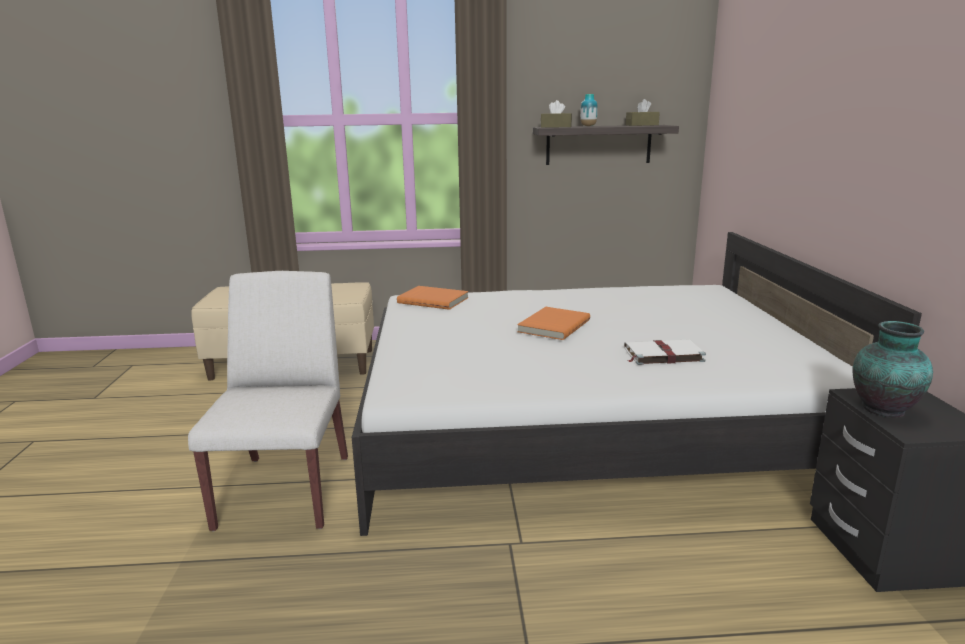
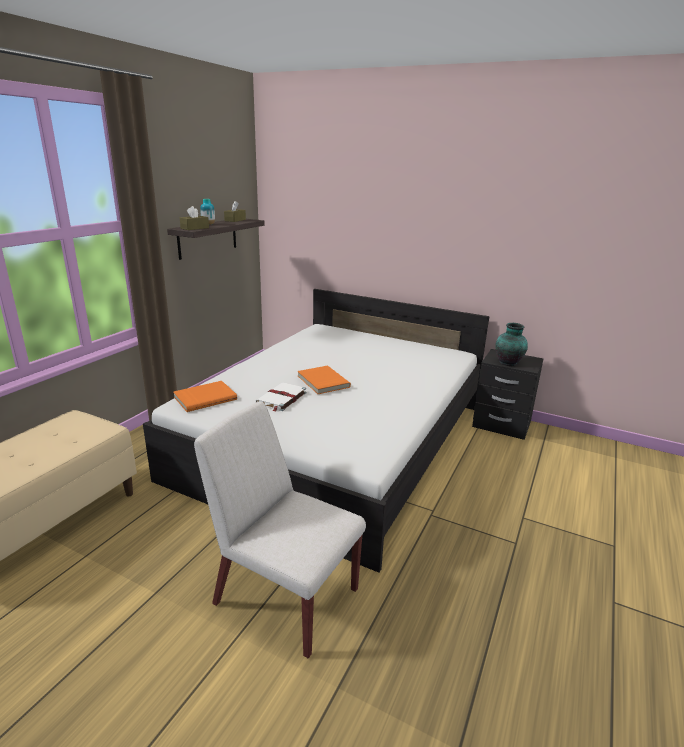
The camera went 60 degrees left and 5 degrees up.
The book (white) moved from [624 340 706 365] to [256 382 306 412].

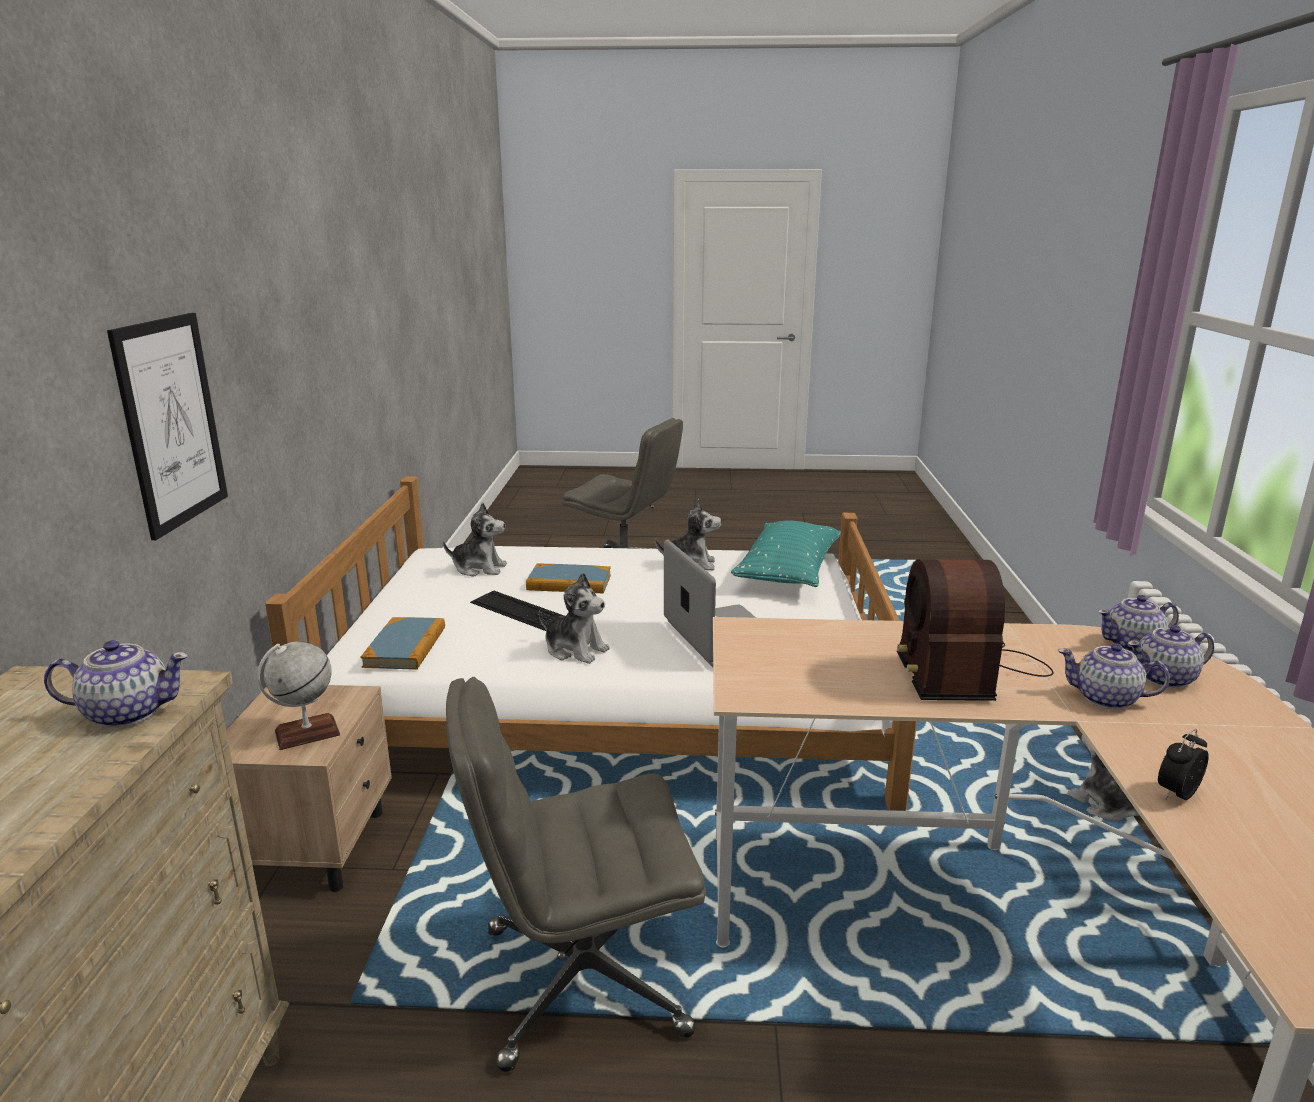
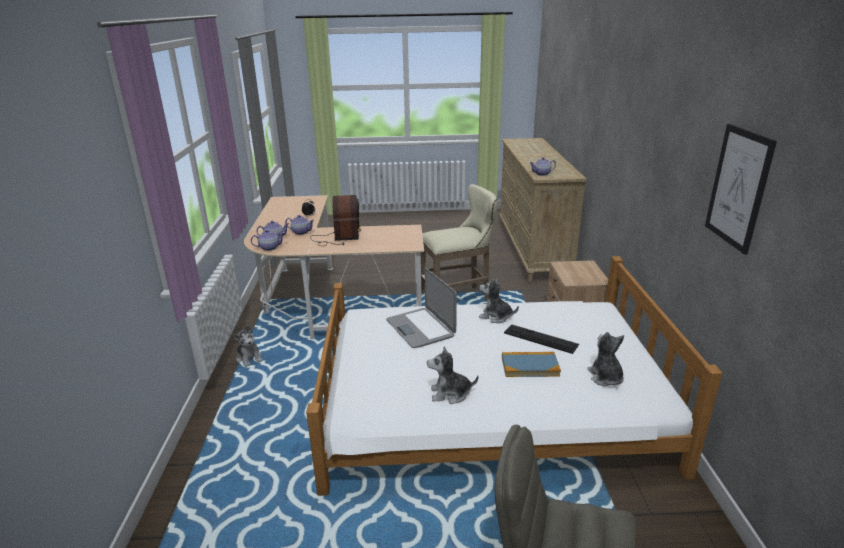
The camera went 175 degrees right and 5 degrees up.
The globe at [257 641 340 750] disappeared.
The book at [361 617 445 670] disappeared.
The pillow (turquoise) at [731 520 841 587] disappeared.
The picture moved from [107 313 228 540] to [705 124 777 255].
The office chair (grey) at [446 677 706 1072] was replaced by the stool (beige) at [421 184 498 301].
The plush toy at [443 502 507 577] turned 75 degrees clockwise.

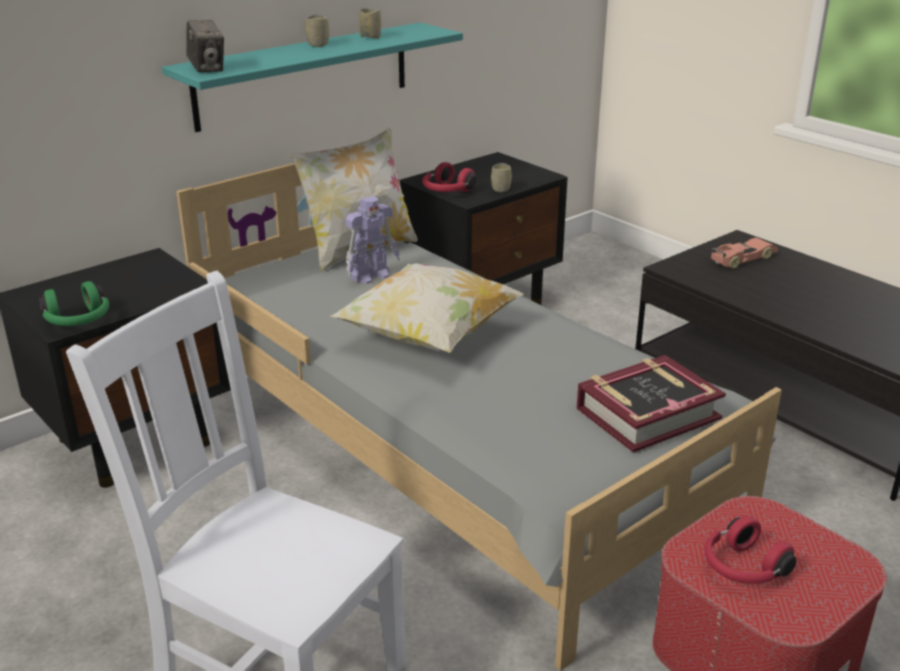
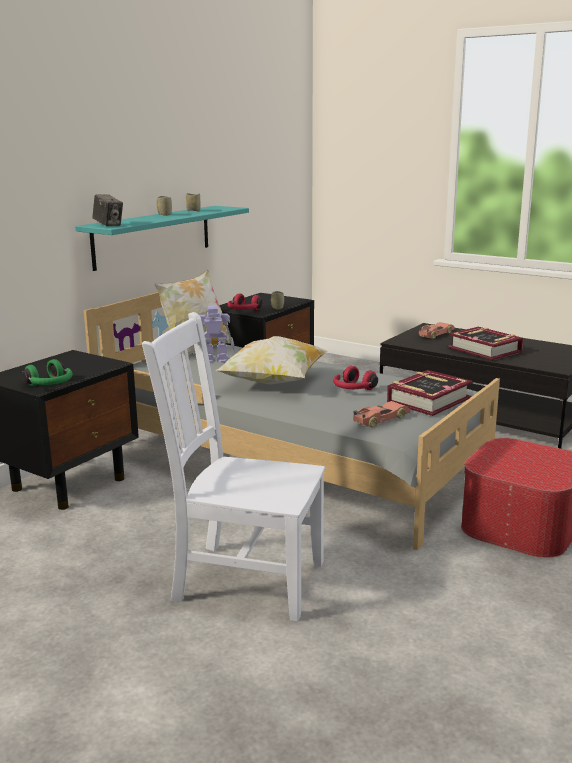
The camera went 15 degrees left and 10 degrees down.
The toy car at [353 401 411 428] appeared.
The book at [448 327 523 360] appeared.
The headphones (red) moved from [705 516 797 584] to [333 366 378 390].
The toy robot at [346 196 400 284] turned 135 degrees counterclockwise.

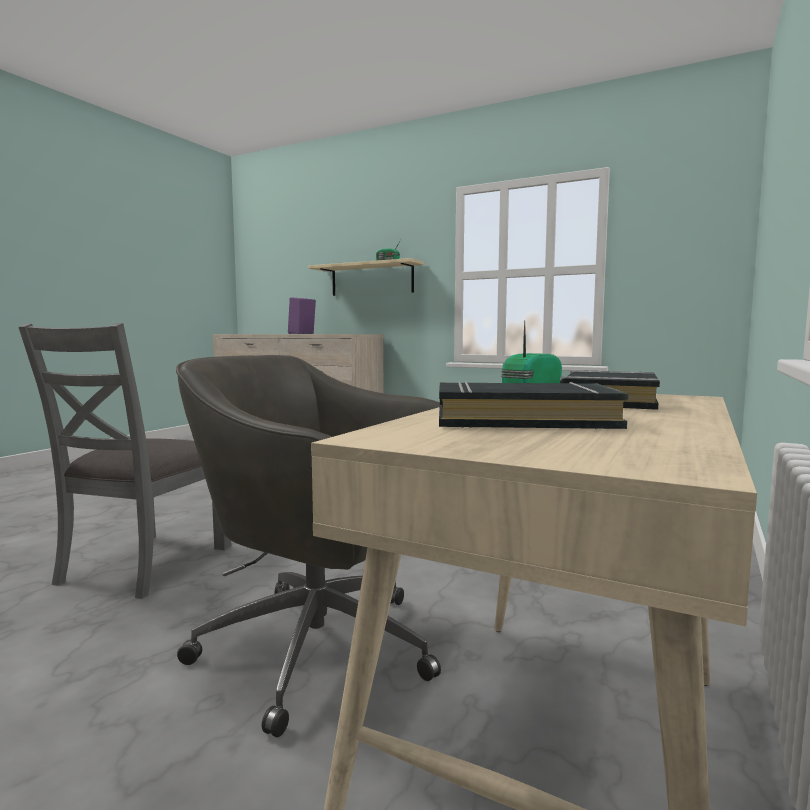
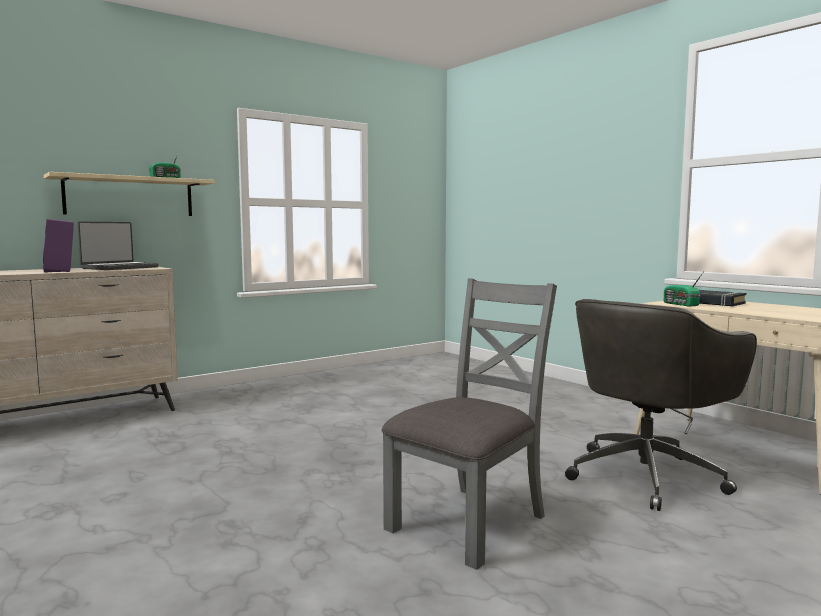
The camera went 65 degrees left and 0 degrees up.
The book (black) at [439 381 629 429] disappeared.
The laptop at [77 221 159 270] appeared.
The chair (grey) at [19 323 231 599] turned 90 degrees counterclockwise.

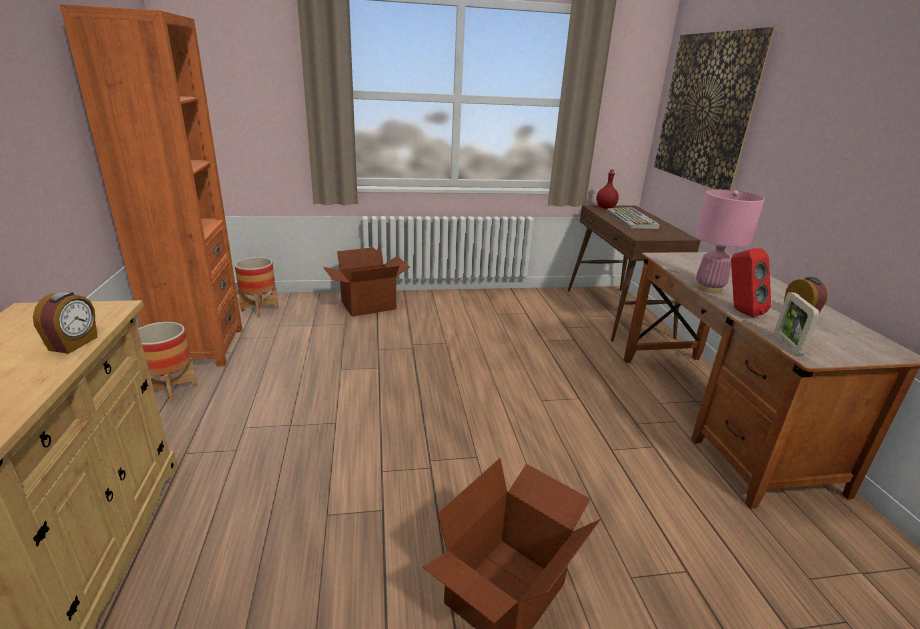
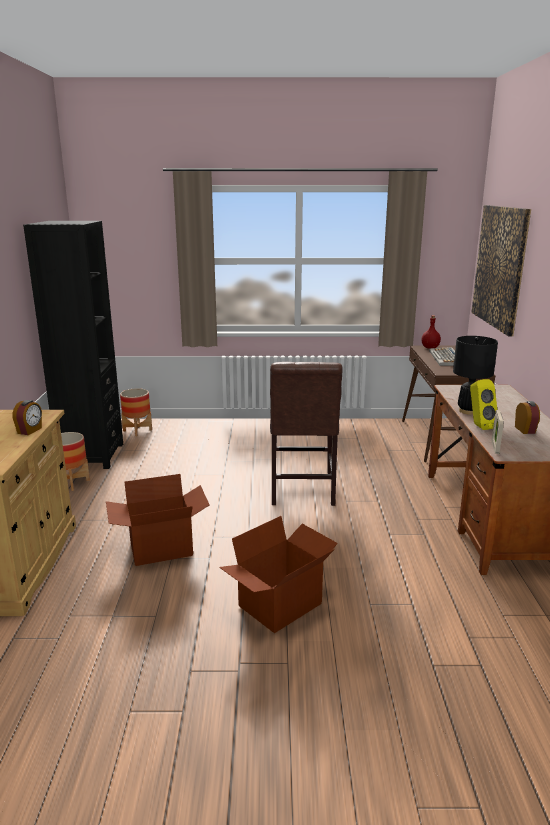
The camera went 10 degrees right and 5 degrees down.
The chair (brown) at [270 362 343 506] appeared.
The cardboard box moved from [323 247 410 317] to [106 474 209 566].
The bookcase (orange) at [60 4 242 367] became the bookcase (black) at [23 221 123 469].
The table lamp (pink) at [696 189 765 293] became the table lamp (black) at [453 336 498 415].
The speaker (red) at [731 248 771 317] became the speaker (yellow) at [470 379 497 430].

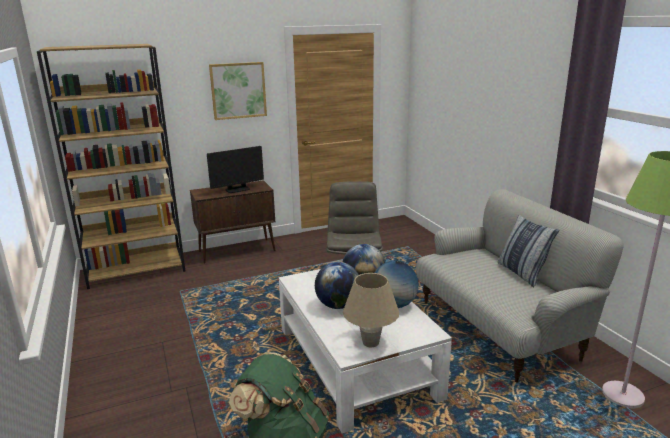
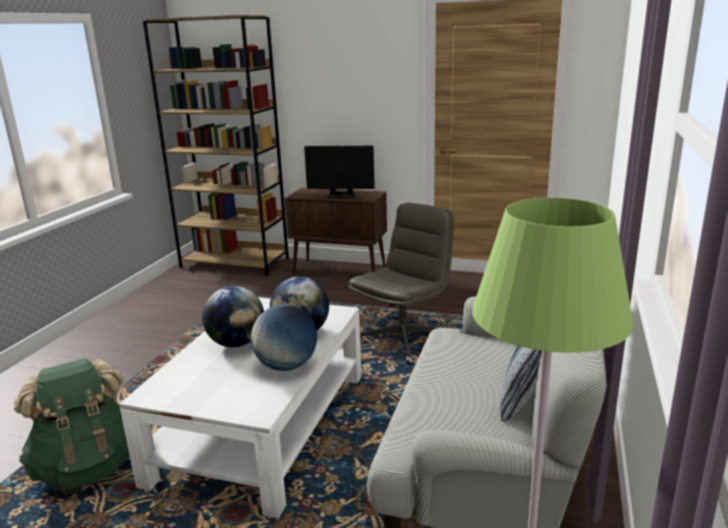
The camera went 40 degrees right and 0 degrees up.
The picture at [209 62 267 120] disappeared.
The table lamp (beige) at [343 273 399 347] disappeared.

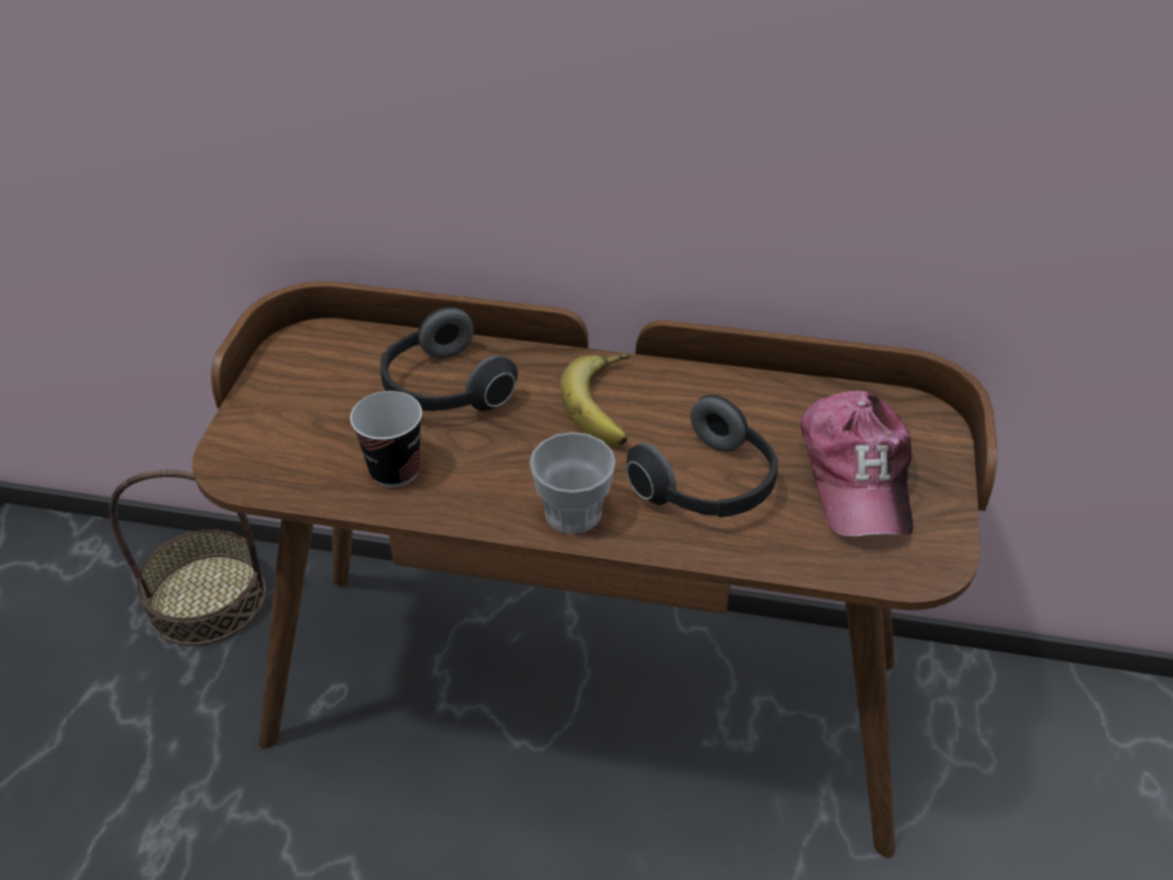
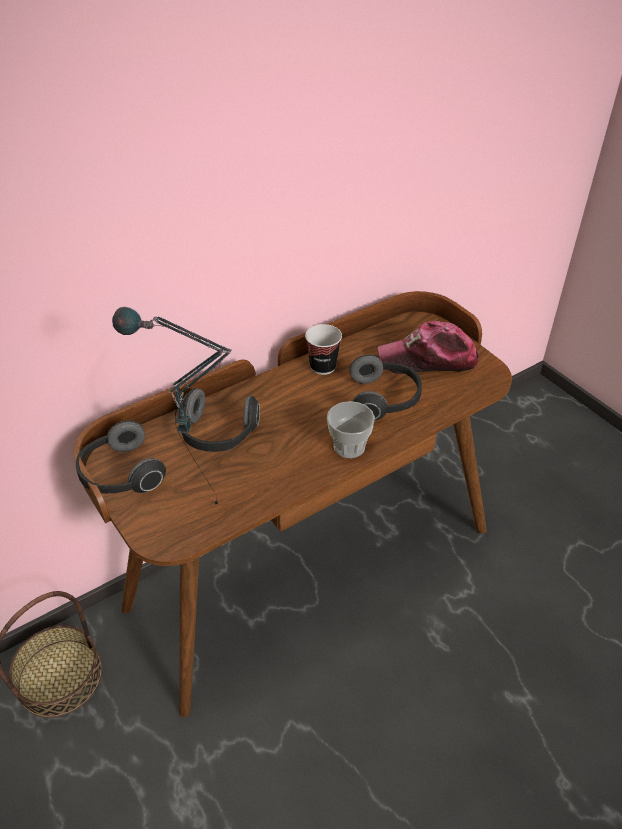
The camera went 45 degrees left and 0 degrees up.
The banana at [560 354 630 446] disappeared.
The headphones at [76 420 166 494] appeared.
The table lamp at [112 307 232 505] appeared.
The cup moved from [350 391 422 487] to [305 324 342 375].
The cap at [800 391 913 536] turned 135 degrees clockwise.

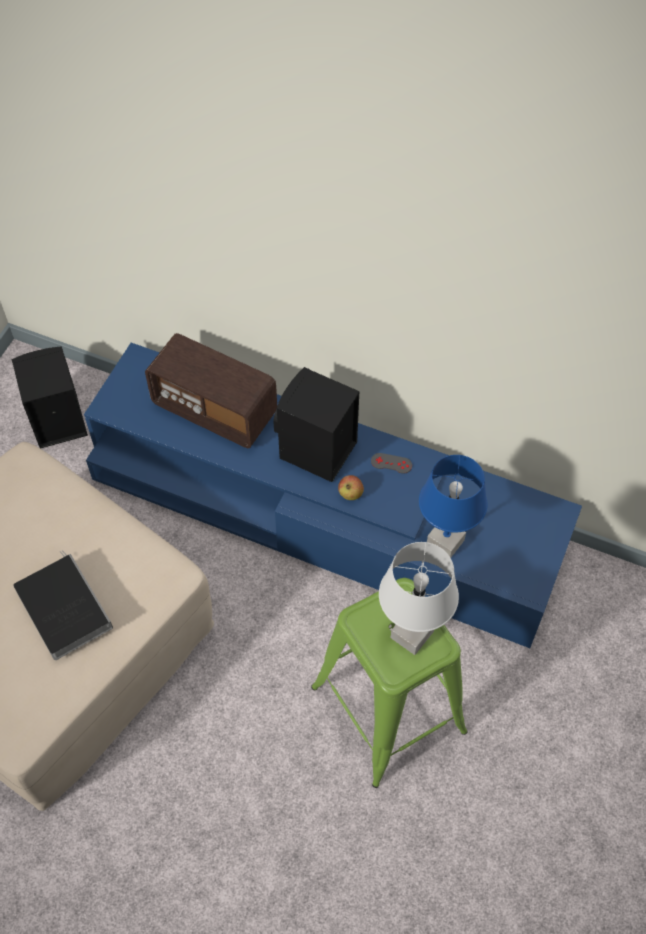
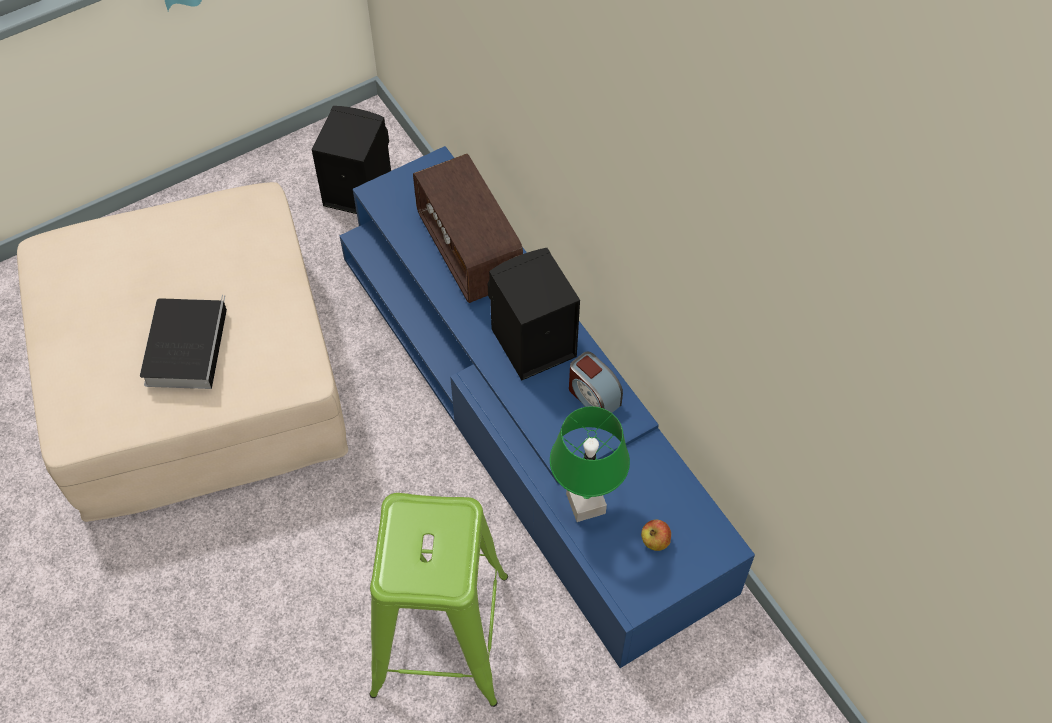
The camera went 35 degrees right and 0 degrees up.
The table lamp (white) at [379 542 459 655] disappeared.
The apple moved from [338 475 364 500] to [641 520 671 551].
The game controller (grey) at [371 453 412 474] was replaced by the alarm clock at [569 352 623 413].
The table lamp (blue) at [419 455 488 558] became the table lamp (green) at [550 406 630 522].

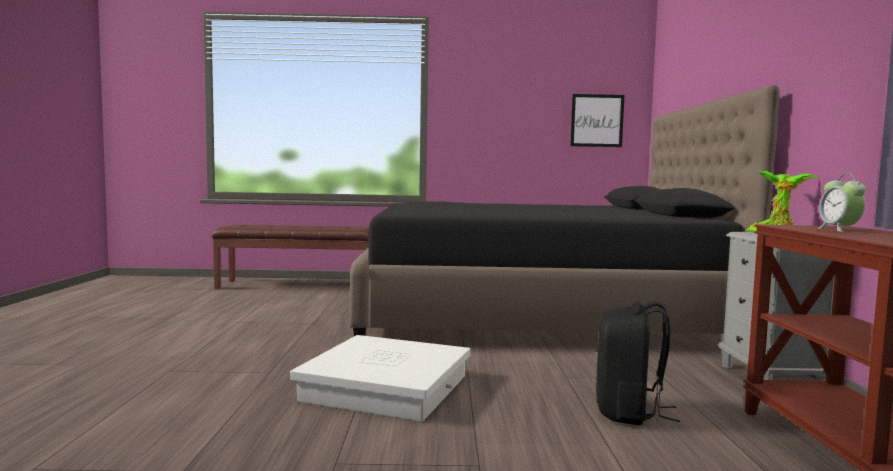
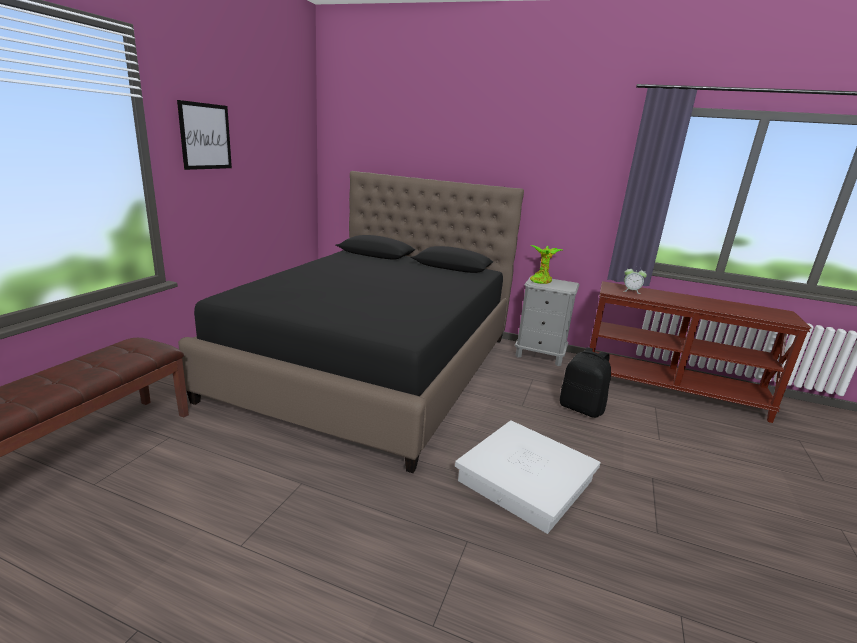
The camera went 70 degrees left and 15 degrees up.
The picture moved from [570 94 624 147] to [177 100 232 170].

